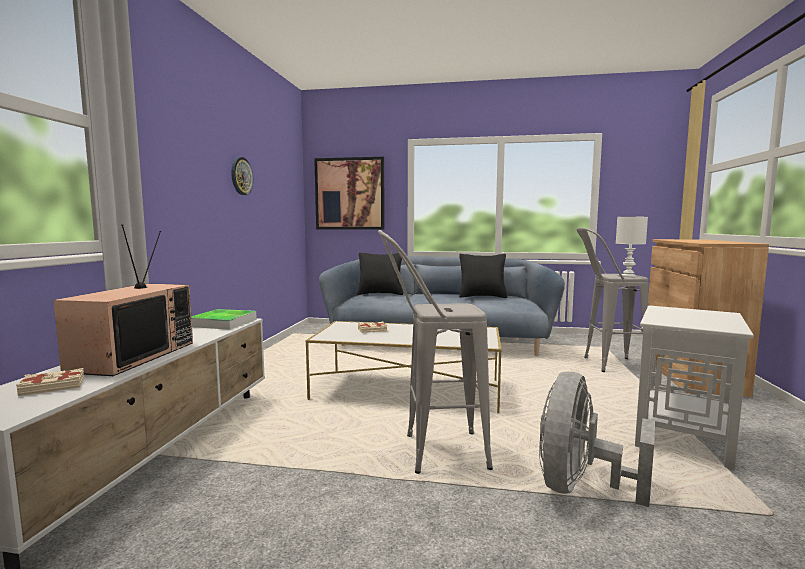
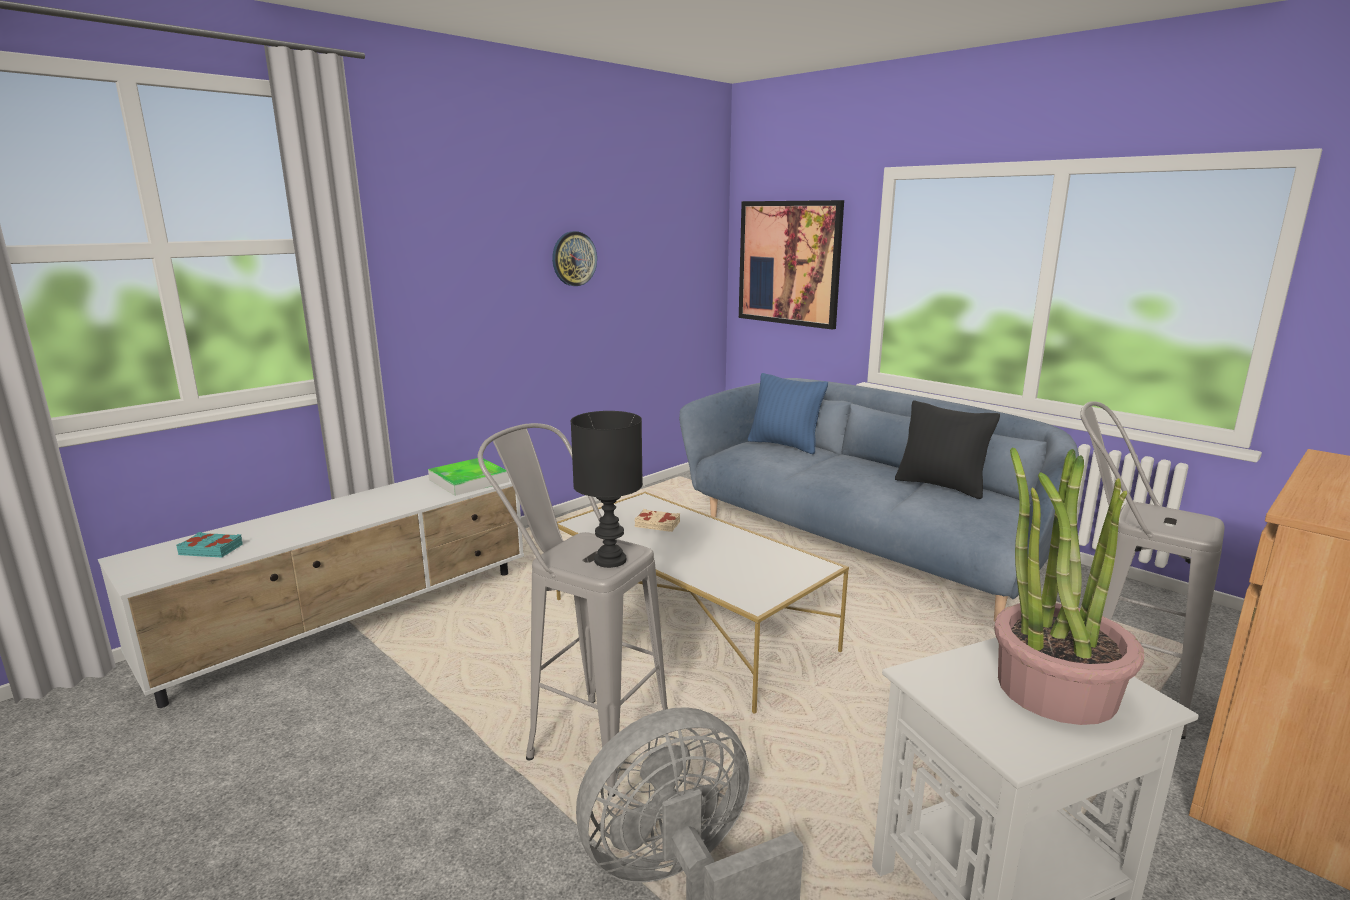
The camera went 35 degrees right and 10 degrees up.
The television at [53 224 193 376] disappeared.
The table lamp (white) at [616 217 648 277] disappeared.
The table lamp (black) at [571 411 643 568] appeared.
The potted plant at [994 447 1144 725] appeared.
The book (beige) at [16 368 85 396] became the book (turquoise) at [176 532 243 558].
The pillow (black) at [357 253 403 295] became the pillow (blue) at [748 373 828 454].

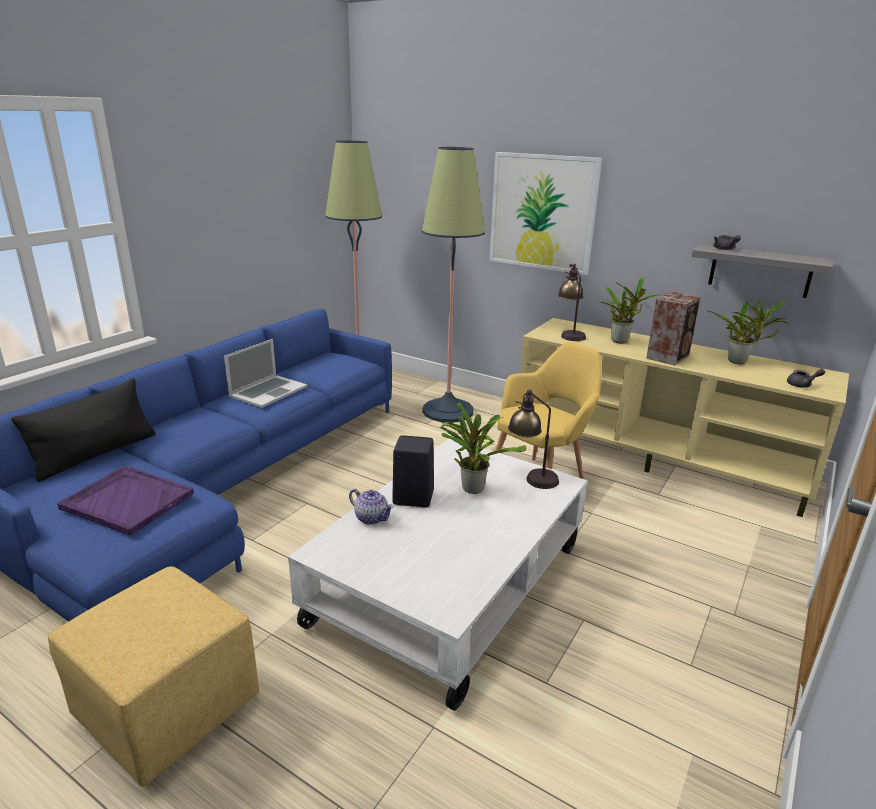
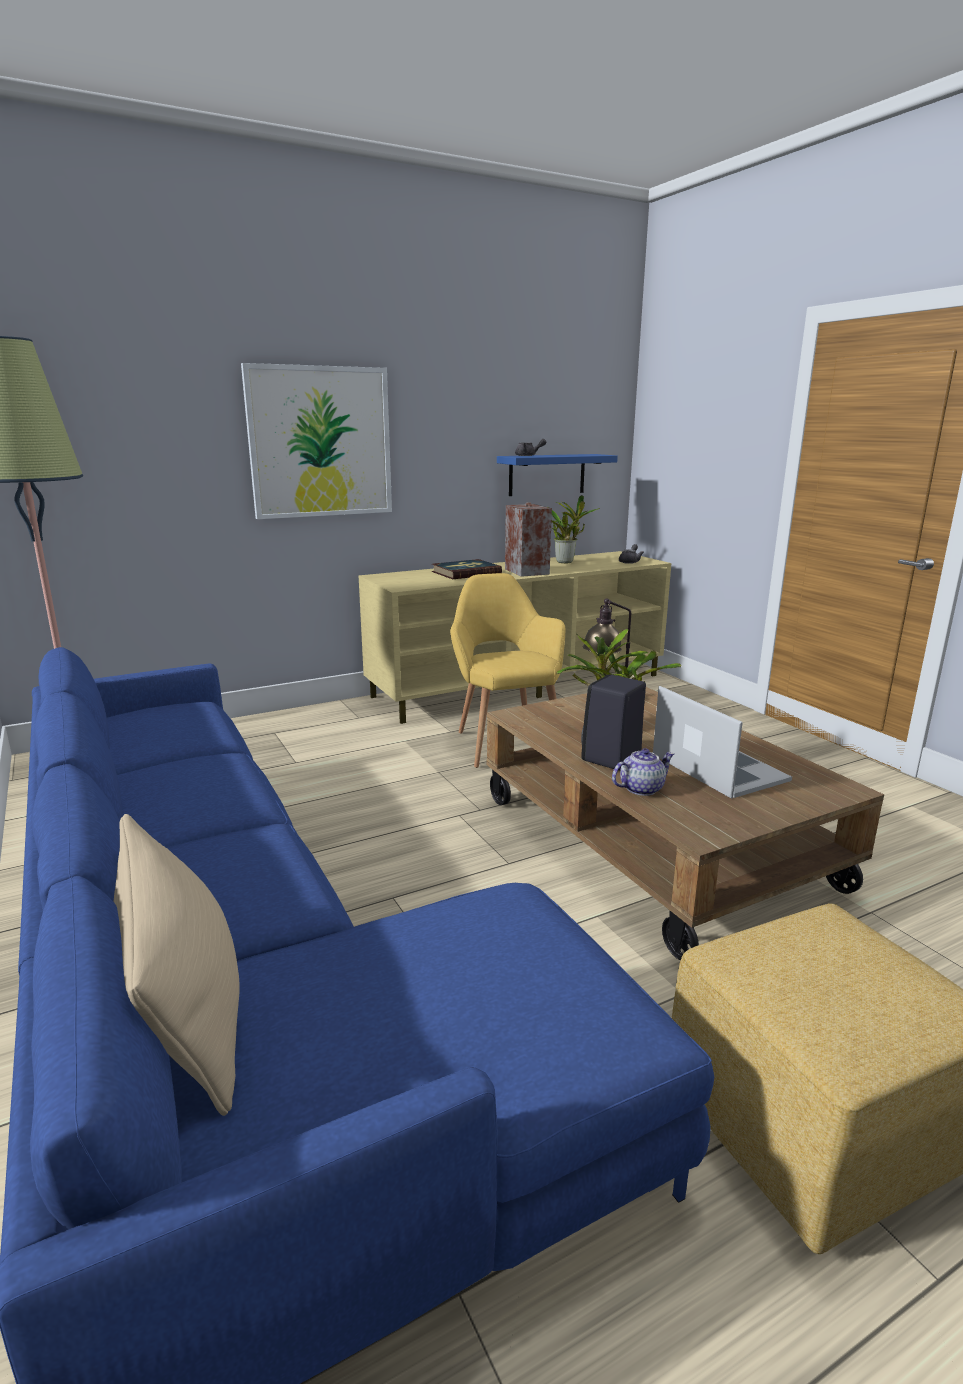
The camera went 60 degrees left and 5 degrees down.
The tray (purple) at [57 466 194 535] disappeared.
The floor lamp at [422 147 485 423] disappeared.
The table lamp at [558 264 586 341] disappeared.
The laptop moved from [224 339 307 408] to [653 686 792 798].
The potted plant at [598 278 659 344] was replaced by the book at [432 559 502 579].
The pillow (black) at [11 378 156 482] became the pillow (beige) at [113 814 239 1116].
The coffee table (white) at [288 439 588 710] became the coffee table (brown) at [487 687 884 960].
The shelf (grey) at [692 244 835 298] became the shelf (blue) at [497 454 618 496].

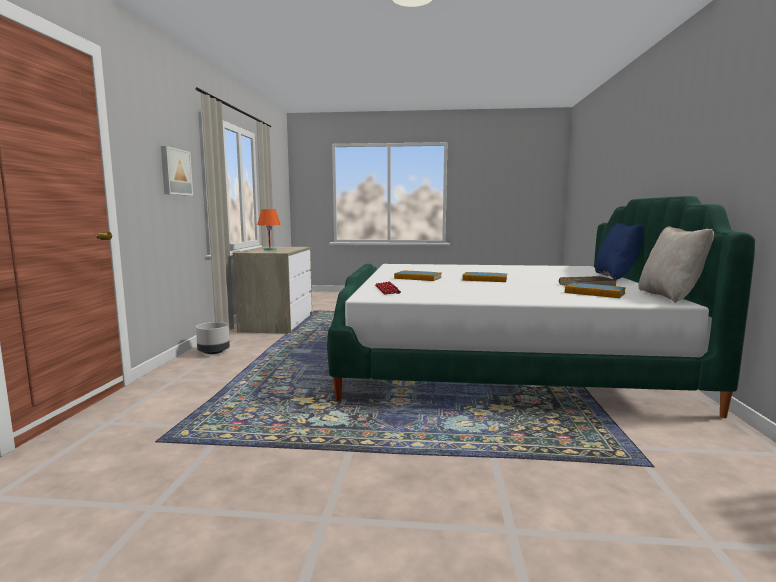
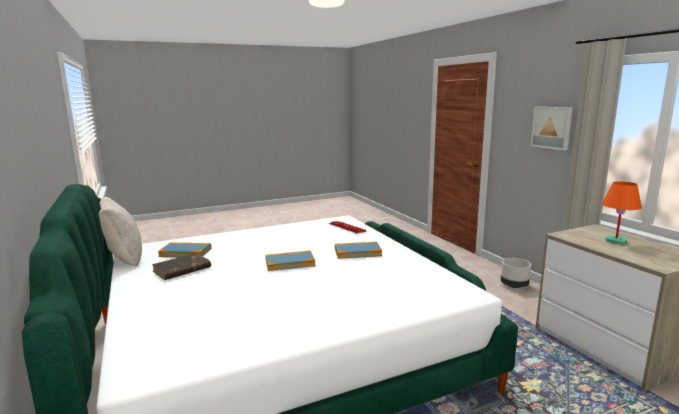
The camera went 150 degrees right and 5 degrees up.
The pillow (blue) at [595 223 644 280] disappeared.

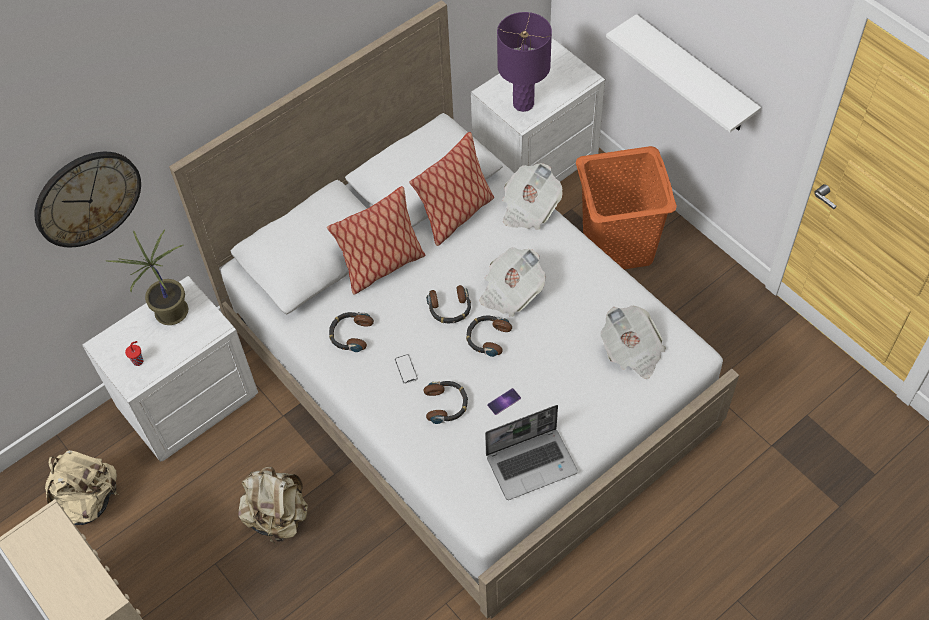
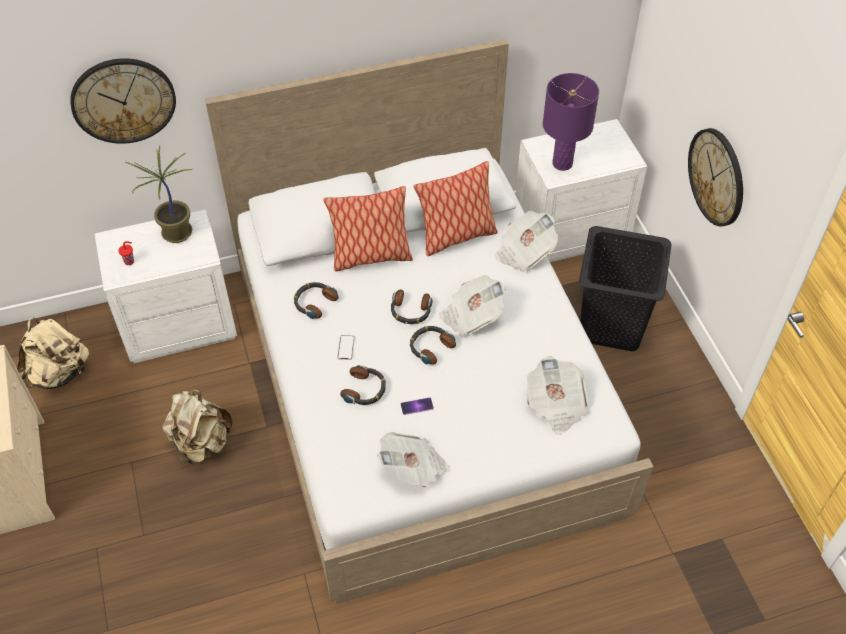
The camera went 20 degrees right and 5 degrees down.
The laptop at [485 405 578 500] was replaced by the newspaper at [377 432 450 488].
The shelf (white) at [606 14 761 132] was replaced by the wall clock at [688 128 743 226].
The laundry basket (orange) at [576 146 677 269] became the laundry basket (black) at [579 226 672 351].

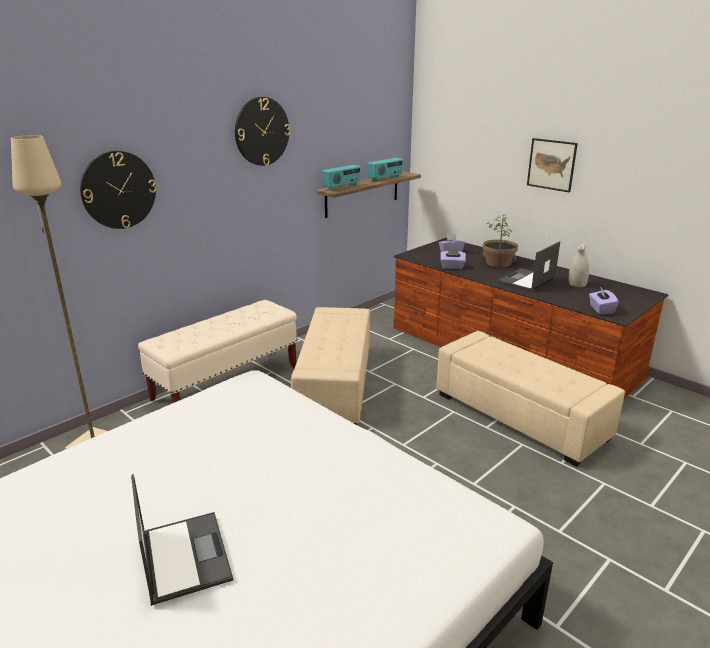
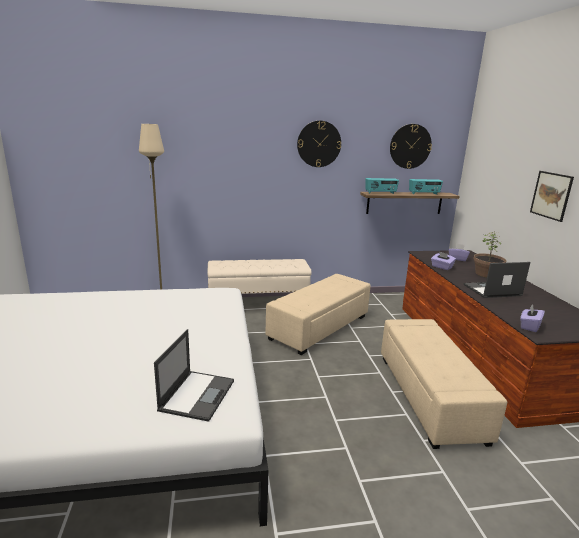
The camera went 35 degrees right and 5 degrees down.
The vase (white) at [569 244 589 287] disappeared.
The wall clock moved from [80 151 157 229] to [390 124 432 169].
The laptop moved from [131 474 233 606] to [154 329 234 422].

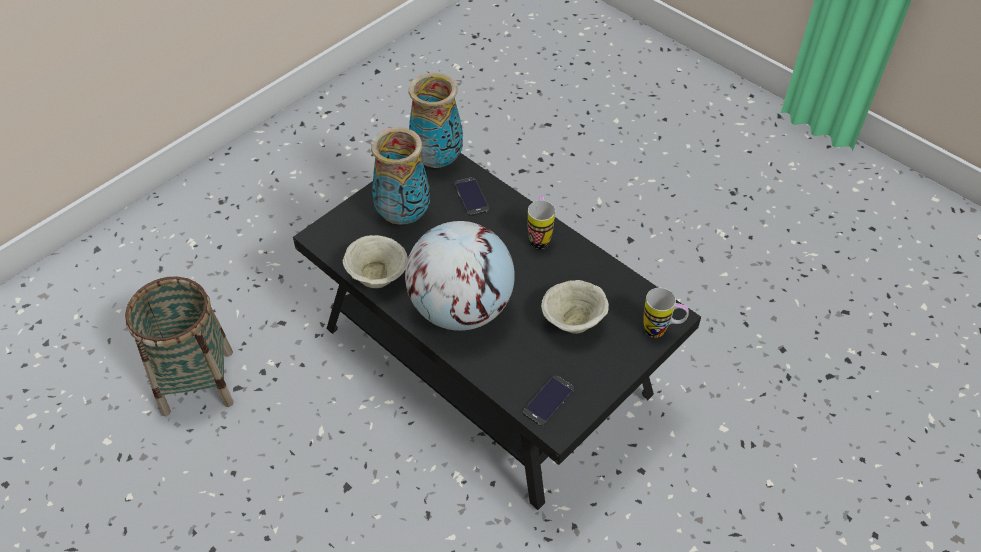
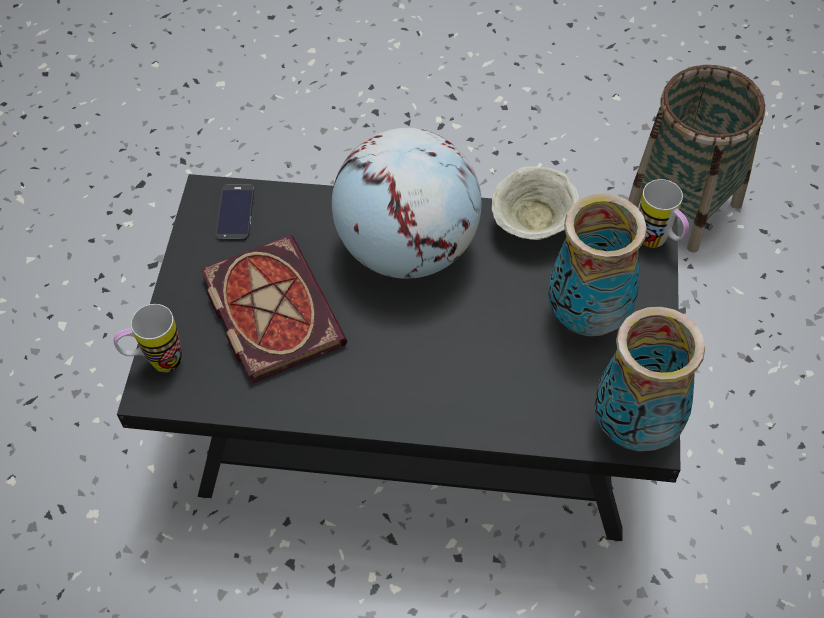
The camera went 145 degrees right and 5 degrees up.
The phone at [455 177 489 216] disappeared.
The mug moved from [528 196 555 249] to [639 179 689 248].
The bowl (beige) at [541 280 609 334] was replaced by the book at [201 235 347 383].

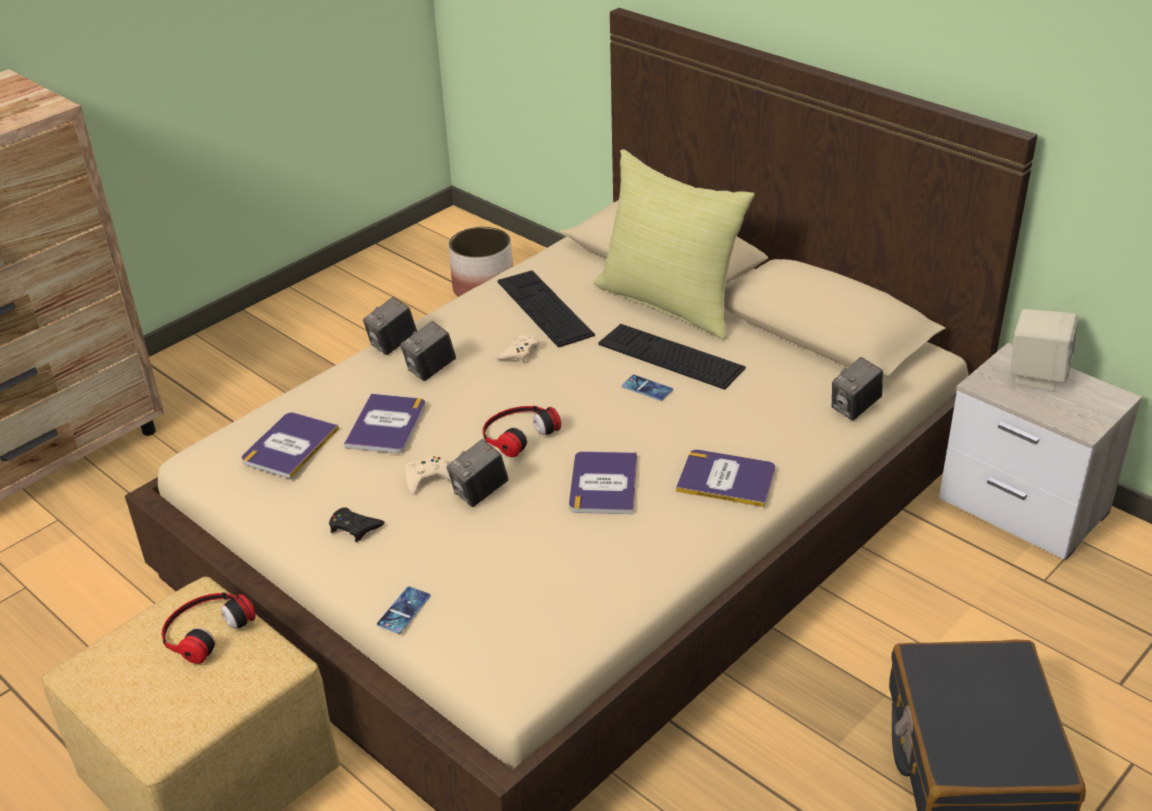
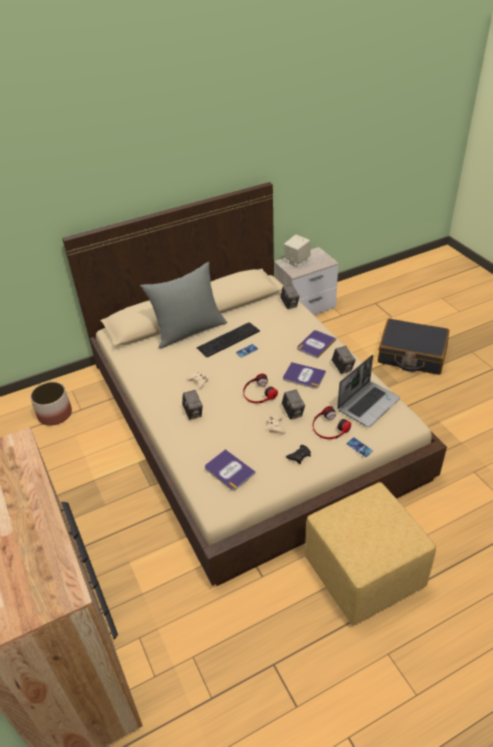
The camera went 70 degrees left and 5 degrees up.
The book at [344 394 425 453] disappeared.
The keyboard at [498 271 595 348] disappeared.
The laptop at [337 355 400 427] appeared.
The headphones moved from [162 592 256 664] to [313 406 351 439].
The photo camera moved from [363 297 417 355] to [332 346 356 374].
The pillow (yellow) at [594 149 755 340] became the pillow (grey) at [140 262 227 348].

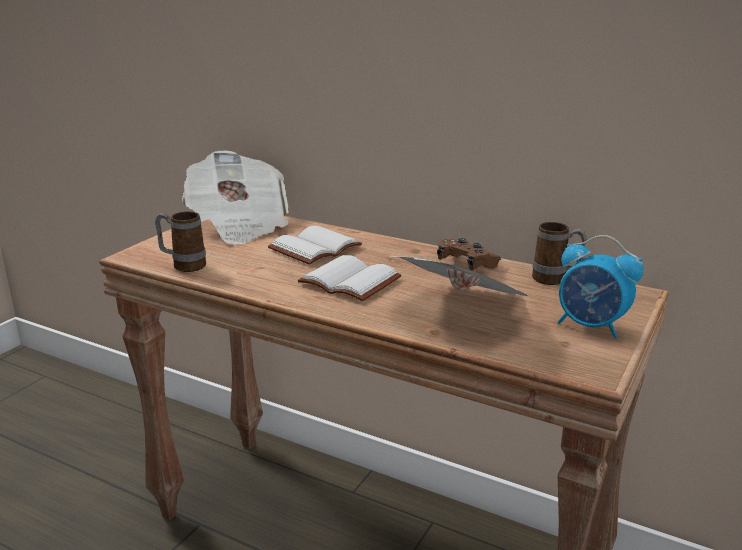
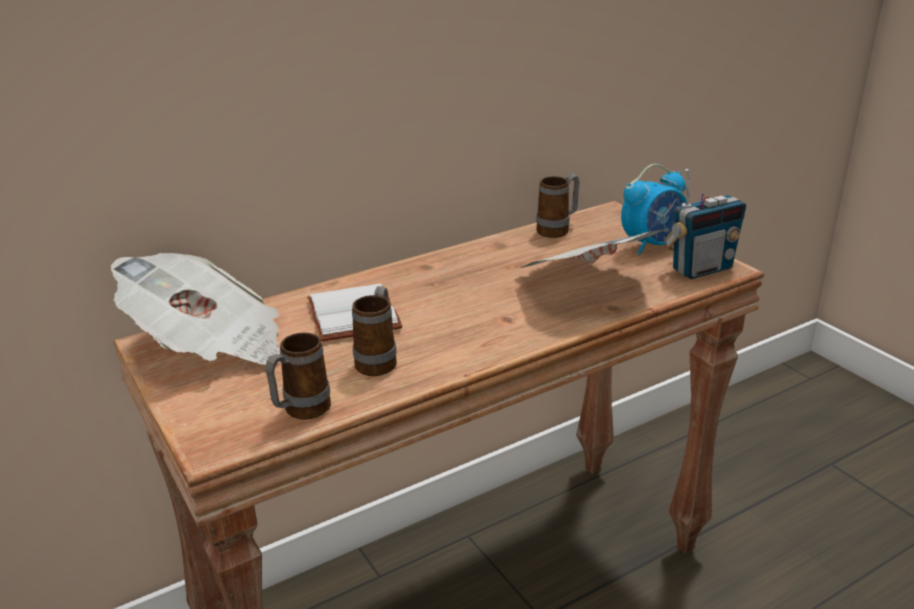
The camera went 60 degrees left and 5 degrees up.
The book (white) at [298 255 401 301] disappeared.
The game controller (brown) at [437 238 501 271] disappeared.
The mug at [352 286 397 376] appeared.
The radio at [664 169 746 279] appeared.

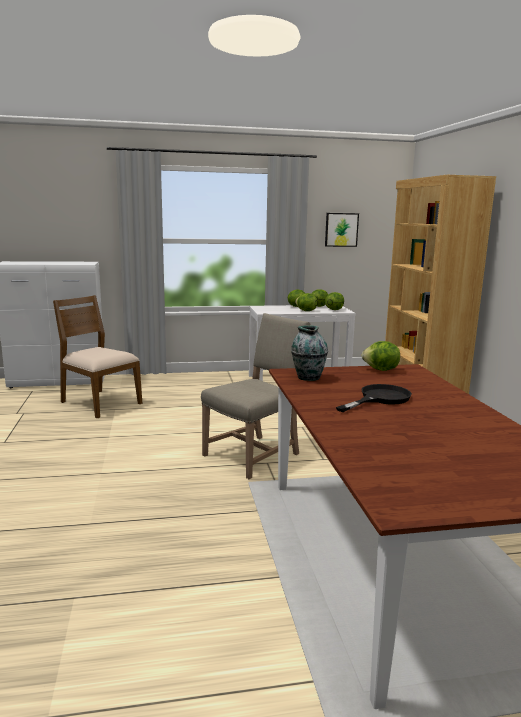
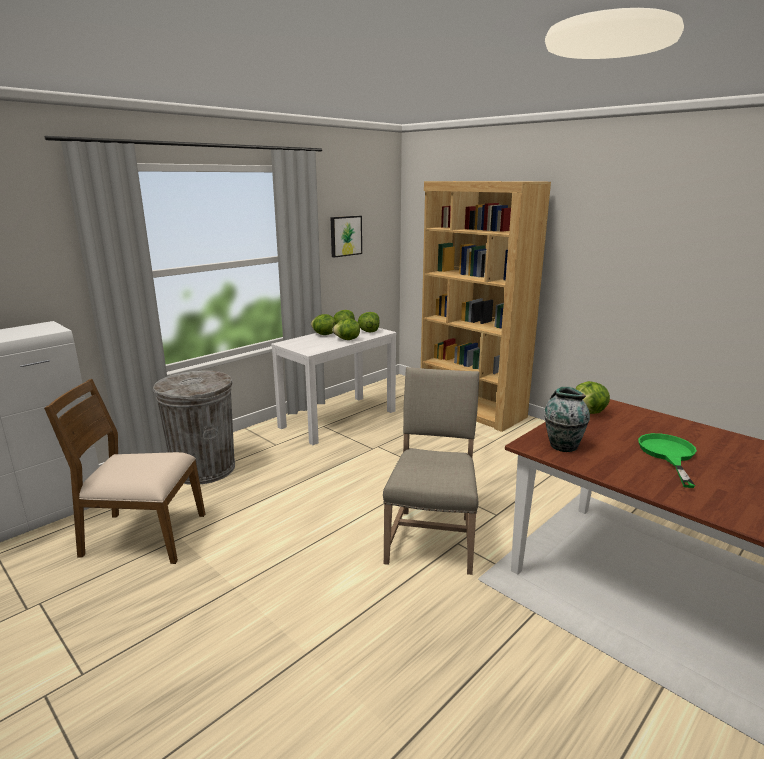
The camera went 35 degrees left and 5 degrees up.
The trash can (grey) at [153 370 235 485] appeared.
The frying pan (black) at [336 384 412 412] became the frying pan (green) at [638 433 697 488].

